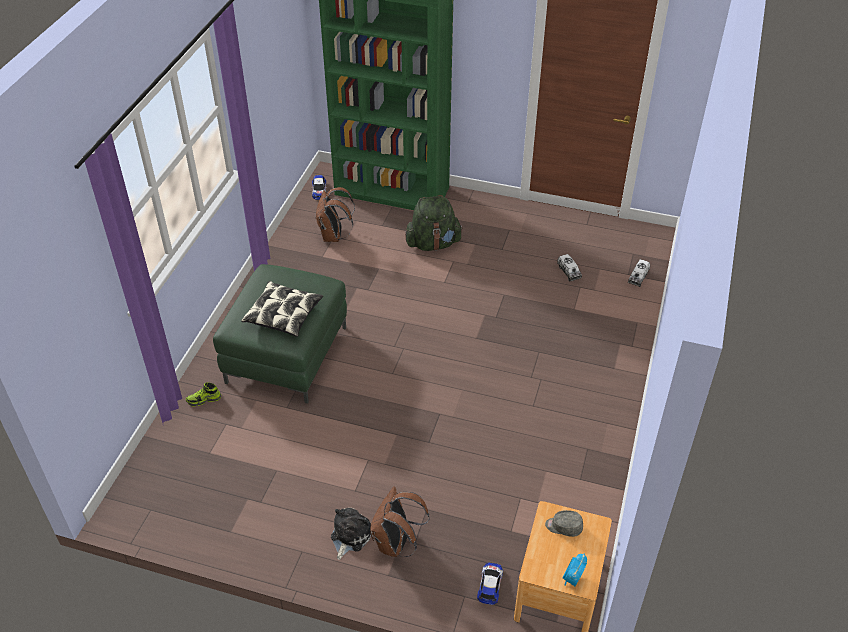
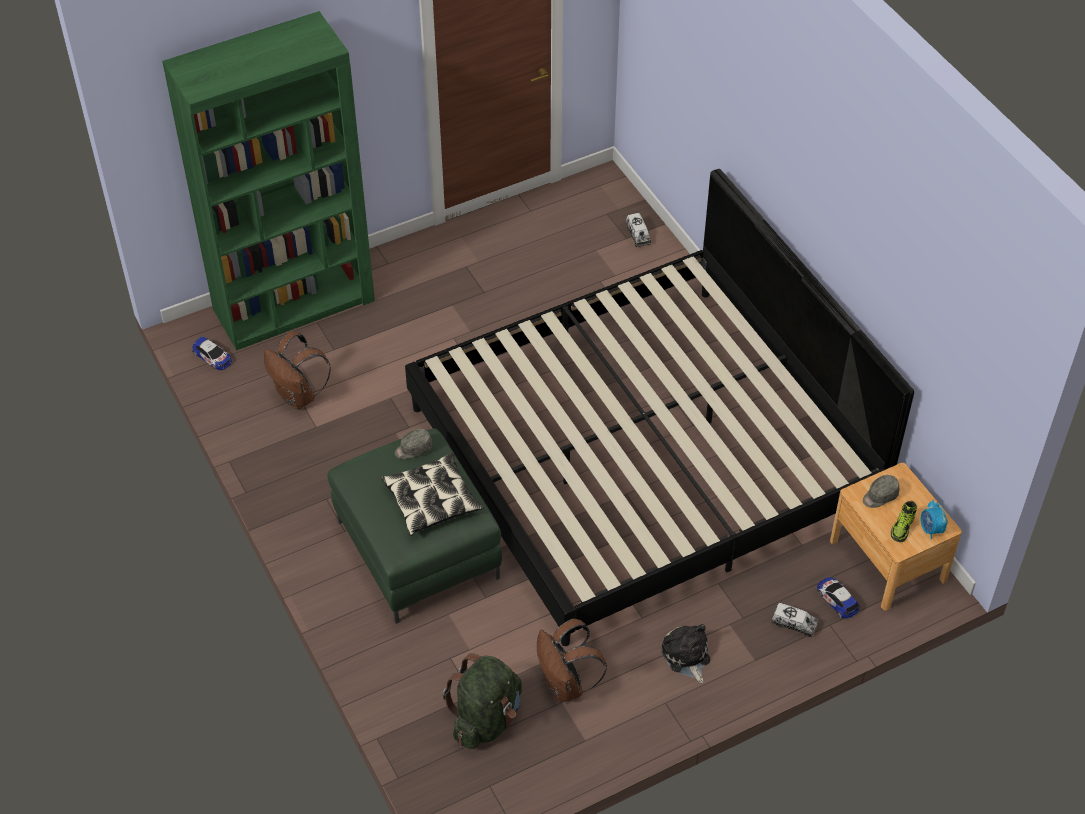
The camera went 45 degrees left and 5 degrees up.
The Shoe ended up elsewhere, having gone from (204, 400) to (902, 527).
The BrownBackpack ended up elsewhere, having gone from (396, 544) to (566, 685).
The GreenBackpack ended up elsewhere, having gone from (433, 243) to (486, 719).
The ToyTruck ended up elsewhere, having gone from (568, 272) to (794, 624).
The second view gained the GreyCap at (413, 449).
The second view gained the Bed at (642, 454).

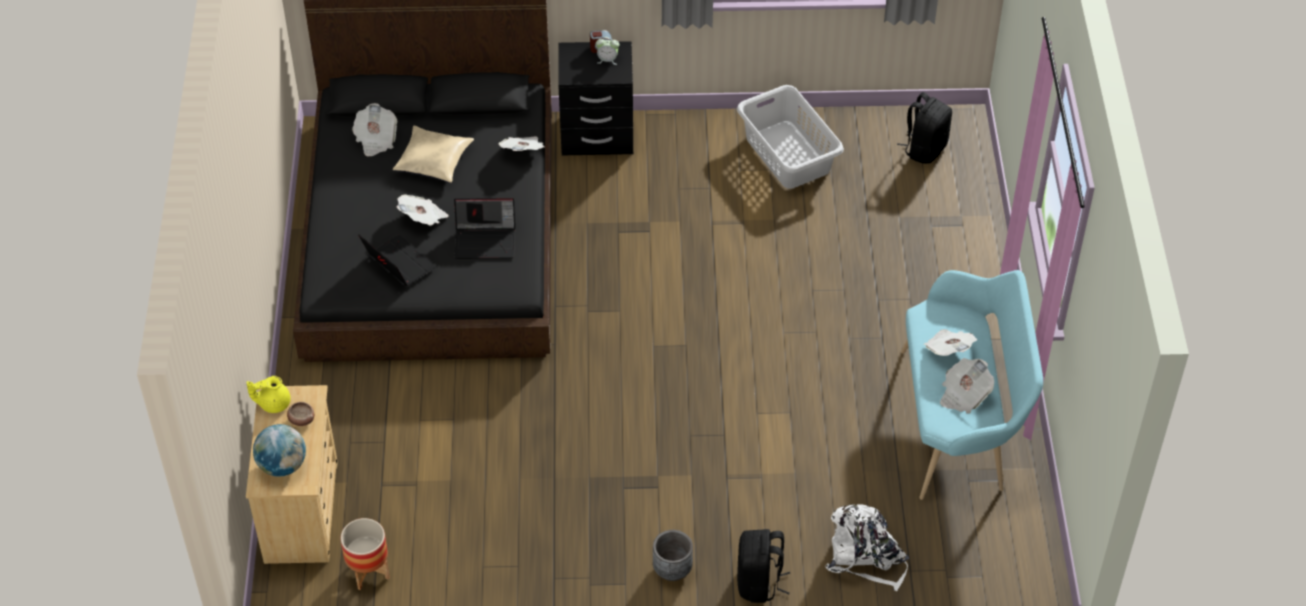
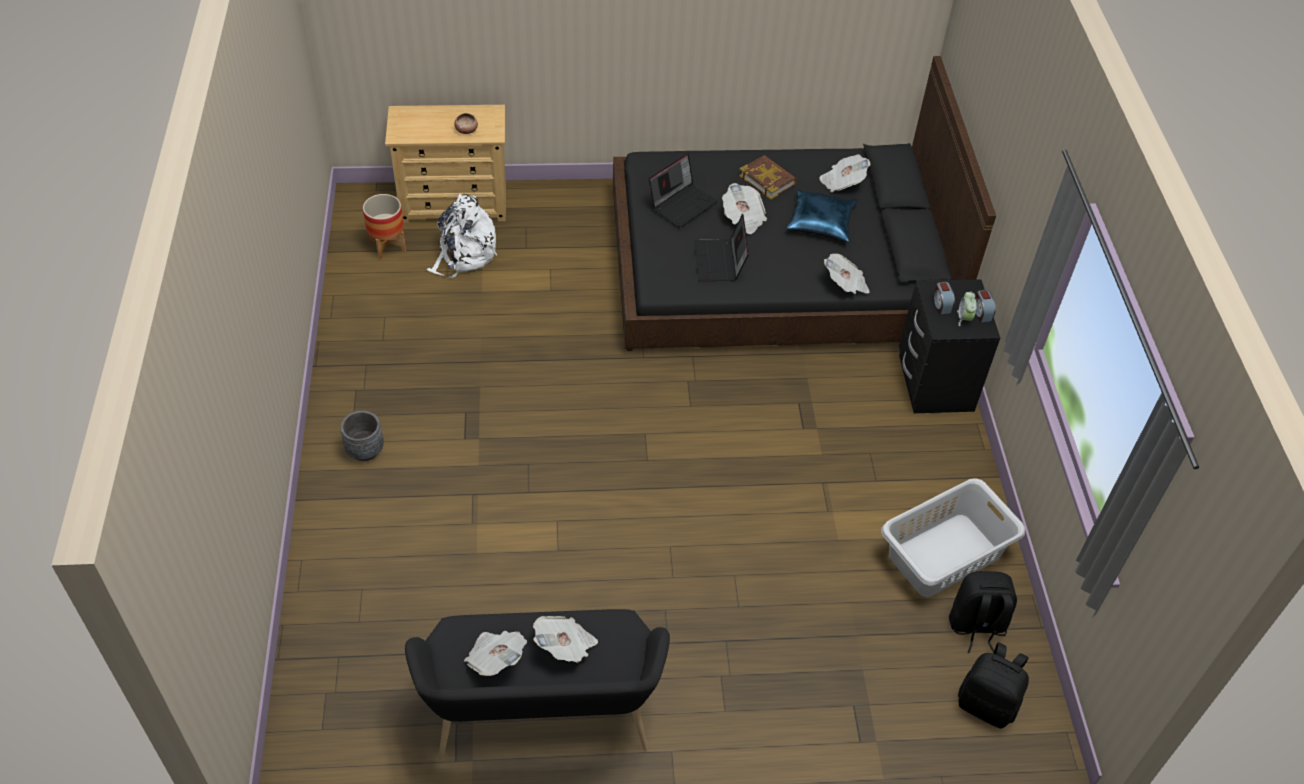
The camera went 85 degrees right and 0 degrees up.
The second view lost the YellowTeapot at (273, 403).
The second view lost the Globe at (282, 466).
What was the BeigePillow at (433, 161) turned into the BluePillow at (821, 221).
The BlackBackpack ended up elsewhere, having gone from (759, 583) to (976, 626).
The WhiteBackpack ended up elsewhere, having gone from (865, 557) to (464, 254).
What was the TurquoiseBench at (960, 422) turned into the BlackBench at (542, 719).
The second view gained the Book at (767, 180).
The second view gained the AlarmClock at (941, 305).

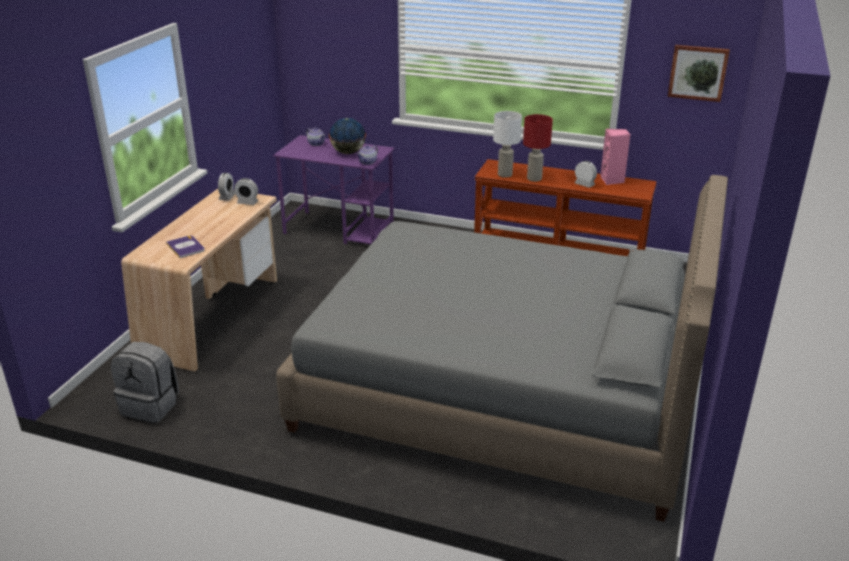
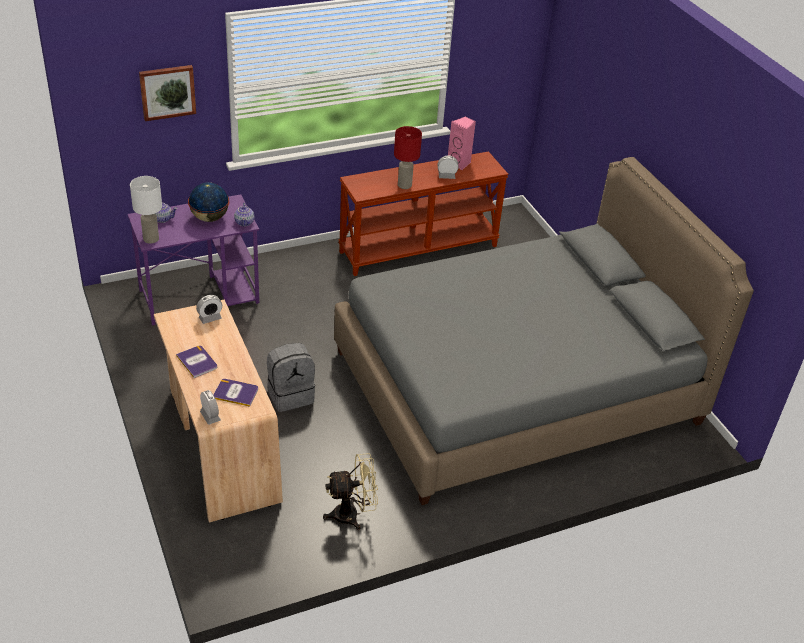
The camera went 45 degrees left and 10 degrees up.
The GreyBackpack ended up elsewhere, having gone from (151, 406) to (290, 395).
The AlarmClock ended up elsewhere, having gone from (227, 197) to (210, 416).
The WhiteTableLamp ended up elsewhere, having gone from (504, 175) to (150, 239).
The Picture ended up elsewhere, having gone from (698, 72) to (167, 92).
The second view gained the Book at (197, 362).
The second view gained the BeigeFan at (352, 514).

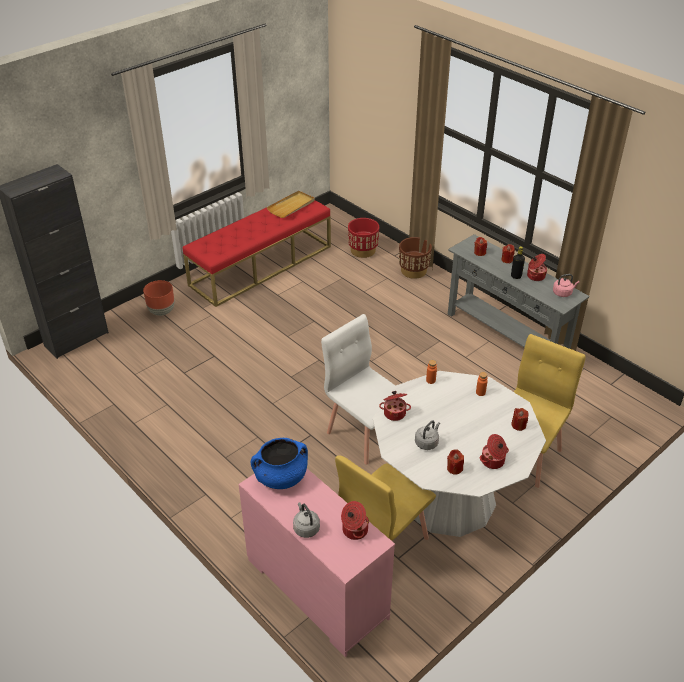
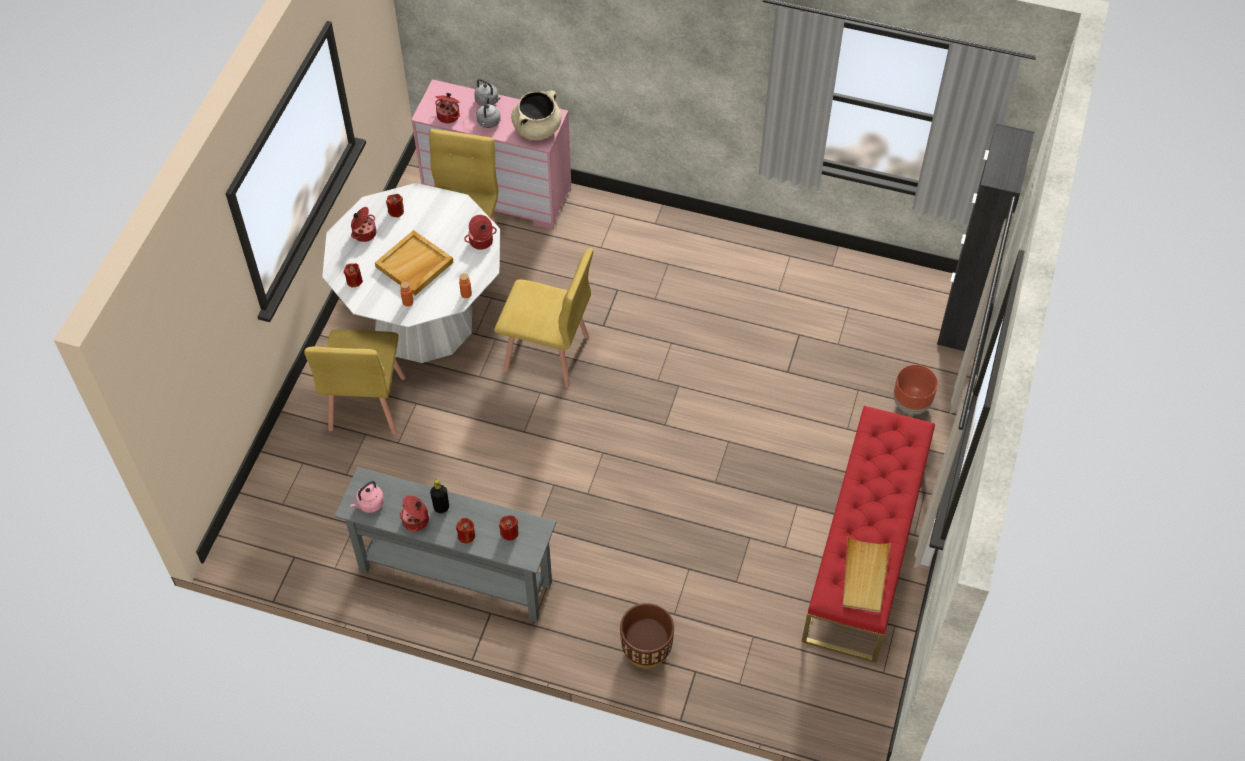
The camera went 150 degrees right and 15 degrees up.
What was the BlueCookingPot at (281, 477) turned into the BeigeCookingPot at (537, 129).
What was the WhiteChair at (366, 433) turned into the YellowChair at (547, 353).
The second view lost the RedPlanter at (363, 251).
The GreyKettle ended up elsewhere, having gone from (427, 442) to (488, 123).
The second view gained the BeigeTray at (414, 265).

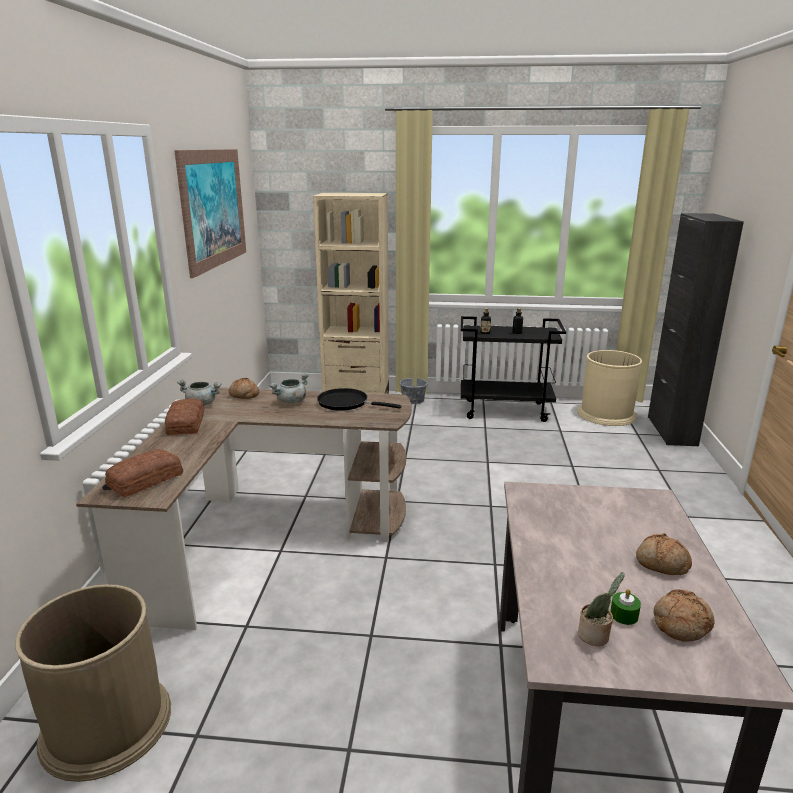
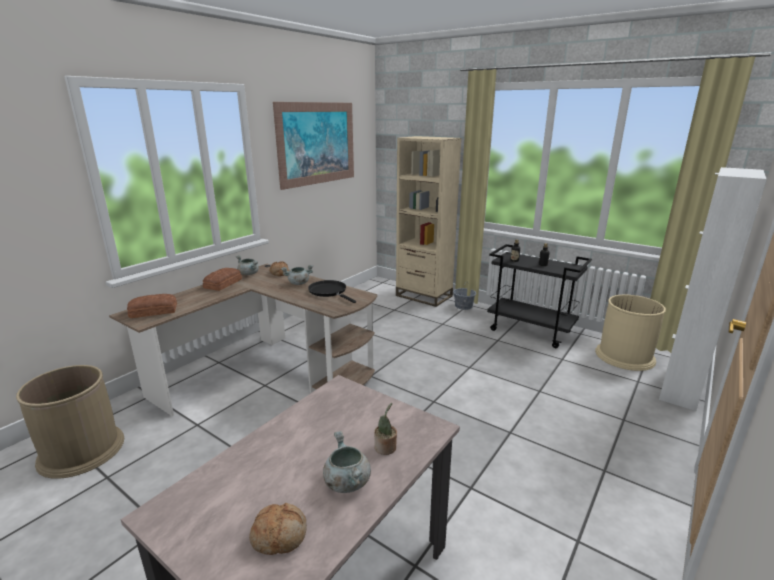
The camera went 30 degrees right and 0 degrees up.
The PottedPlant ended up elsewhere, having gone from (595, 636) to (386, 448).
The second view lost the GreenCandle at (624, 615).
Where the Bread stood at (661, 564), the GreyCookingPot came to stand at (346, 482).
What was the BlackCabinet at (671, 431) turned into the WhiteCabinet at (680, 388).

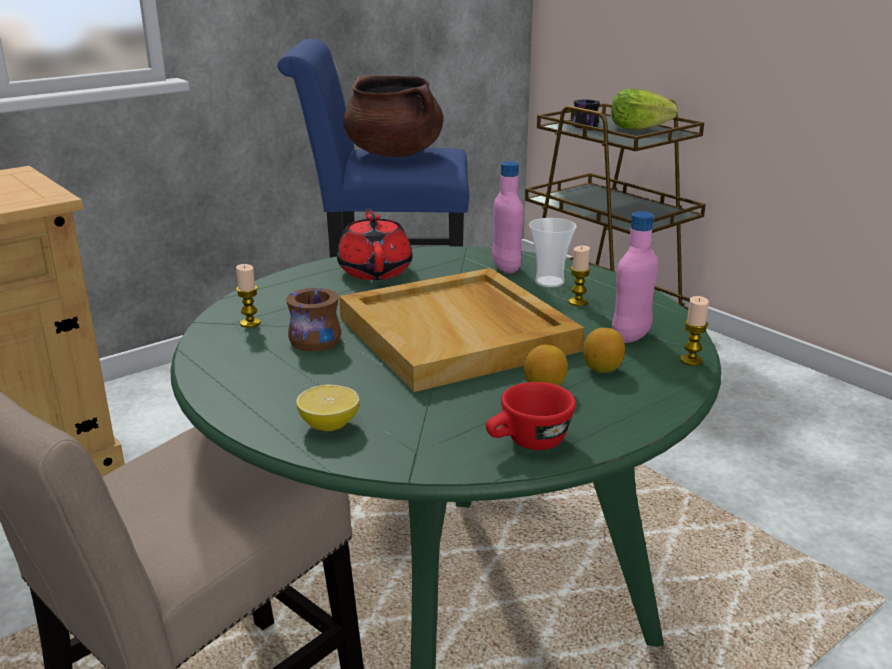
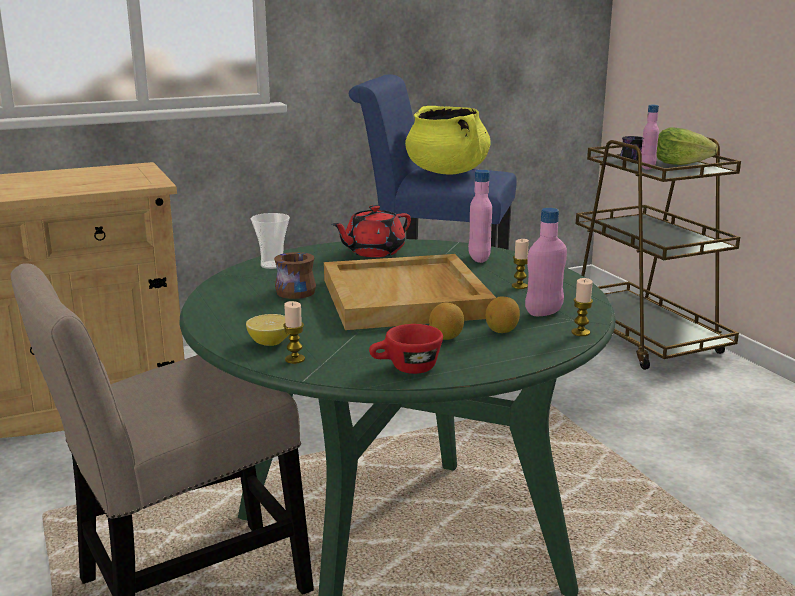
The camera went 15 degrees right and 5 degrees down.
The Candle ended up elsewhere, having gone from (250, 323) to (295, 359).
The RedTeapot at (375, 270) ended up facing another way, 135 degrees counterclockwise from before.
What was the BrownCookingPot at (395, 154) turned into the YellowCookingPot at (447, 172).
The Cup ended up elsewhere, having gone from (549, 282) to (272, 265).
The second view gained the PinkBottle at (647, 167).

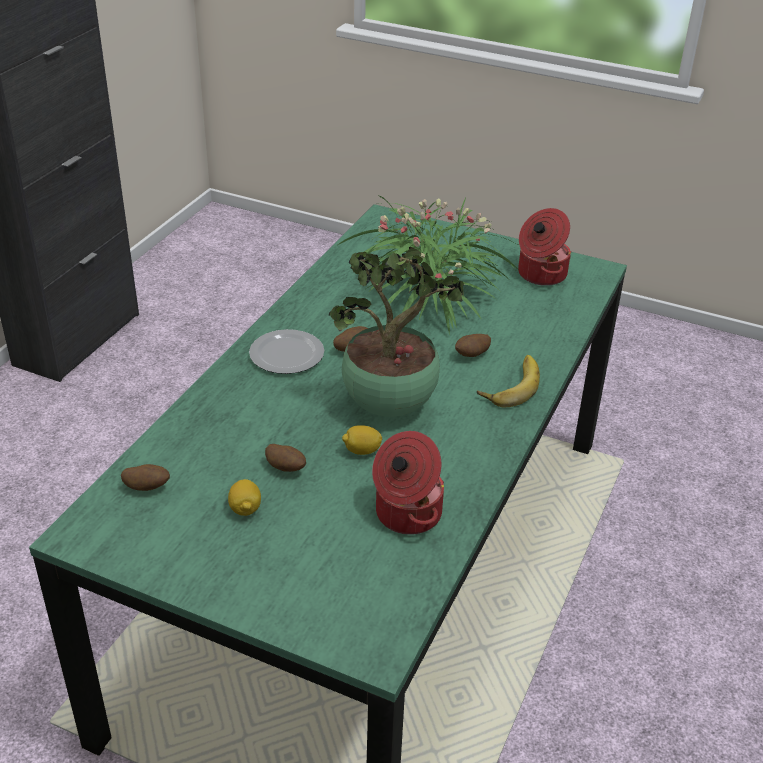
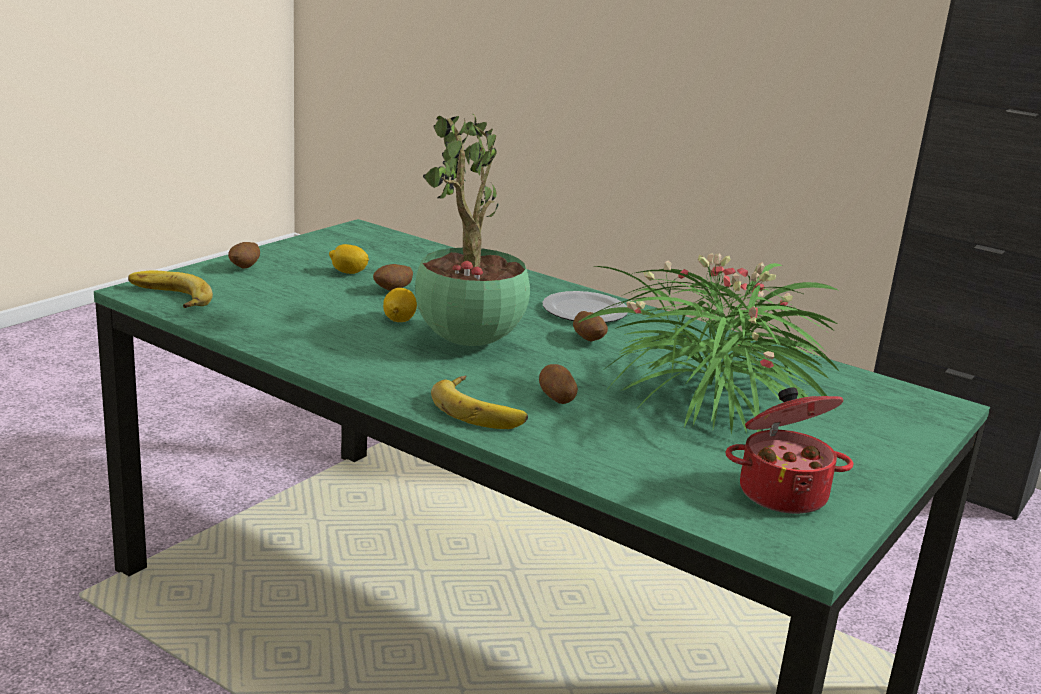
The camera went 100 degrees right and 15 degrees down.
The Potato ended up elsewhere, having gone from (147, 488) to (245, 268).
The second view lost the CookingPot at (406, 514).
The second view gained the Banana at (167, 298).

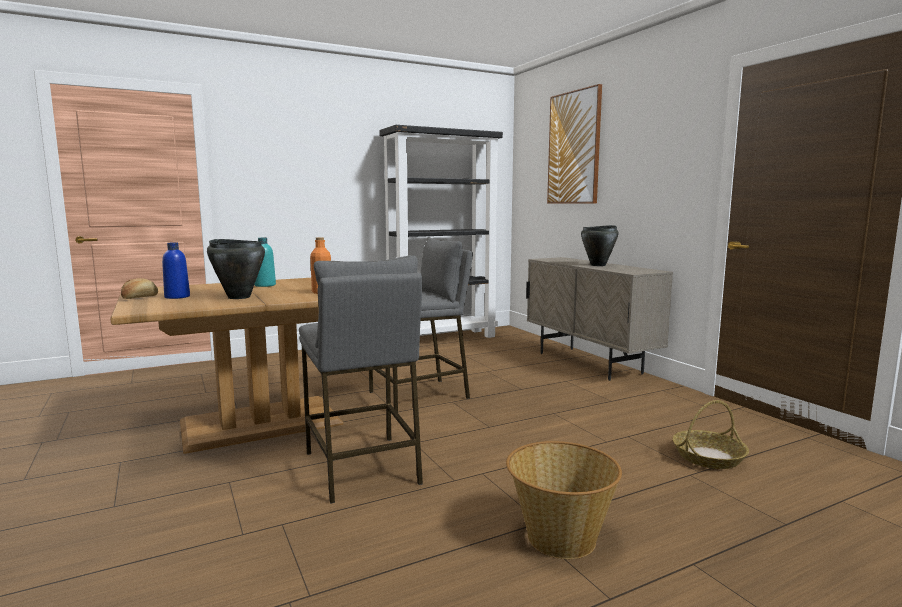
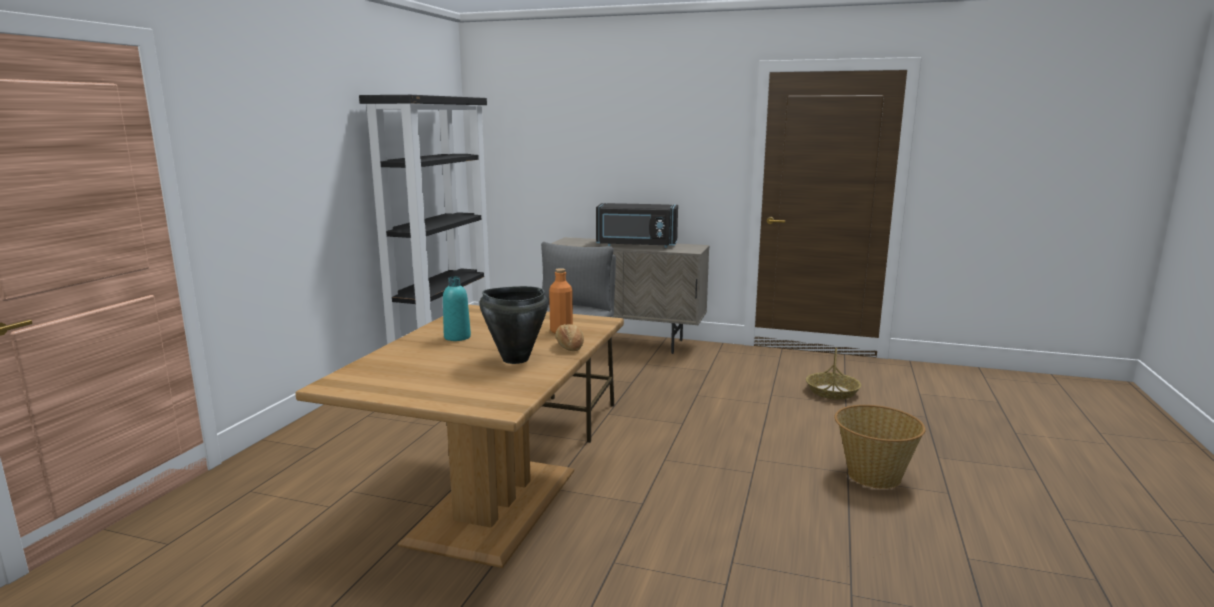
The camera went 45 degrees left and 5 degrees up.
The Bread ended up elsewhere, having gone from (139, 297) to (569, 347).
The second view lost the BlueBottle at (177, 297).
The second view lost the GreyStool at (362, 467).
The second view lost the Picture at (574, 148).
Where the BlackCookingPot stood at (598, 265), the BlackMicrowave came to stand at (636, 245).

